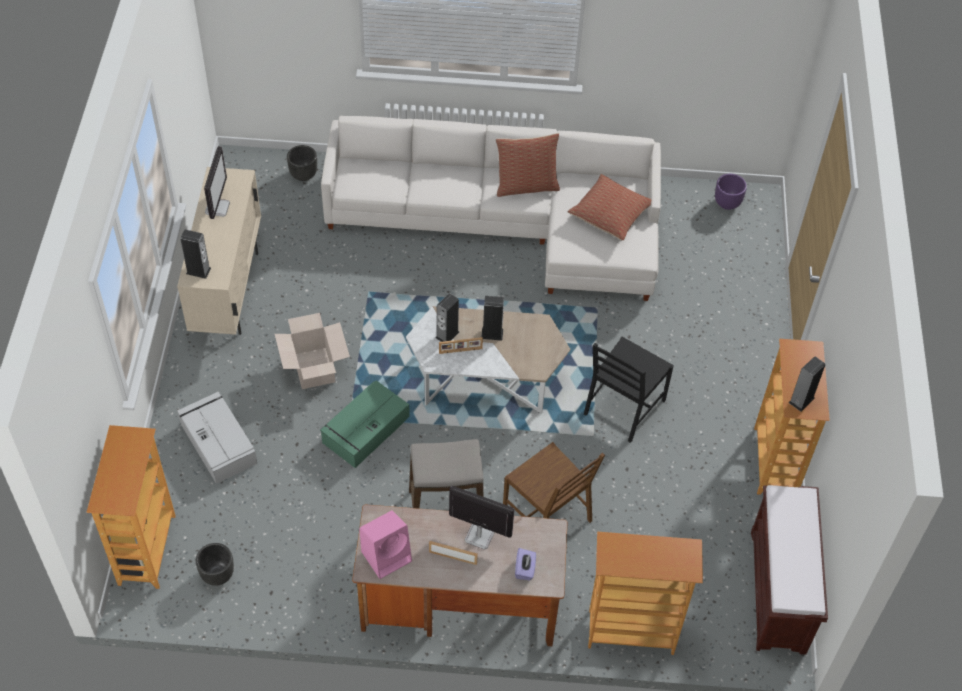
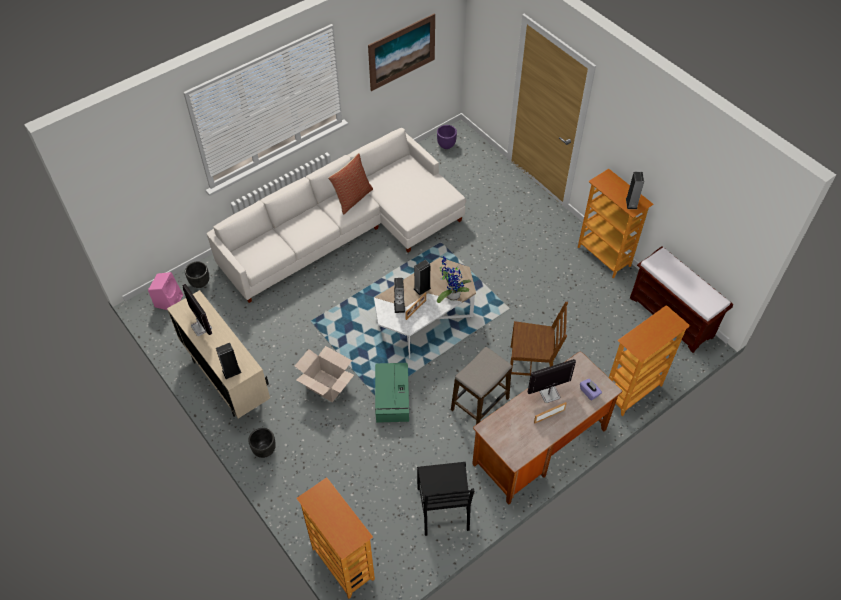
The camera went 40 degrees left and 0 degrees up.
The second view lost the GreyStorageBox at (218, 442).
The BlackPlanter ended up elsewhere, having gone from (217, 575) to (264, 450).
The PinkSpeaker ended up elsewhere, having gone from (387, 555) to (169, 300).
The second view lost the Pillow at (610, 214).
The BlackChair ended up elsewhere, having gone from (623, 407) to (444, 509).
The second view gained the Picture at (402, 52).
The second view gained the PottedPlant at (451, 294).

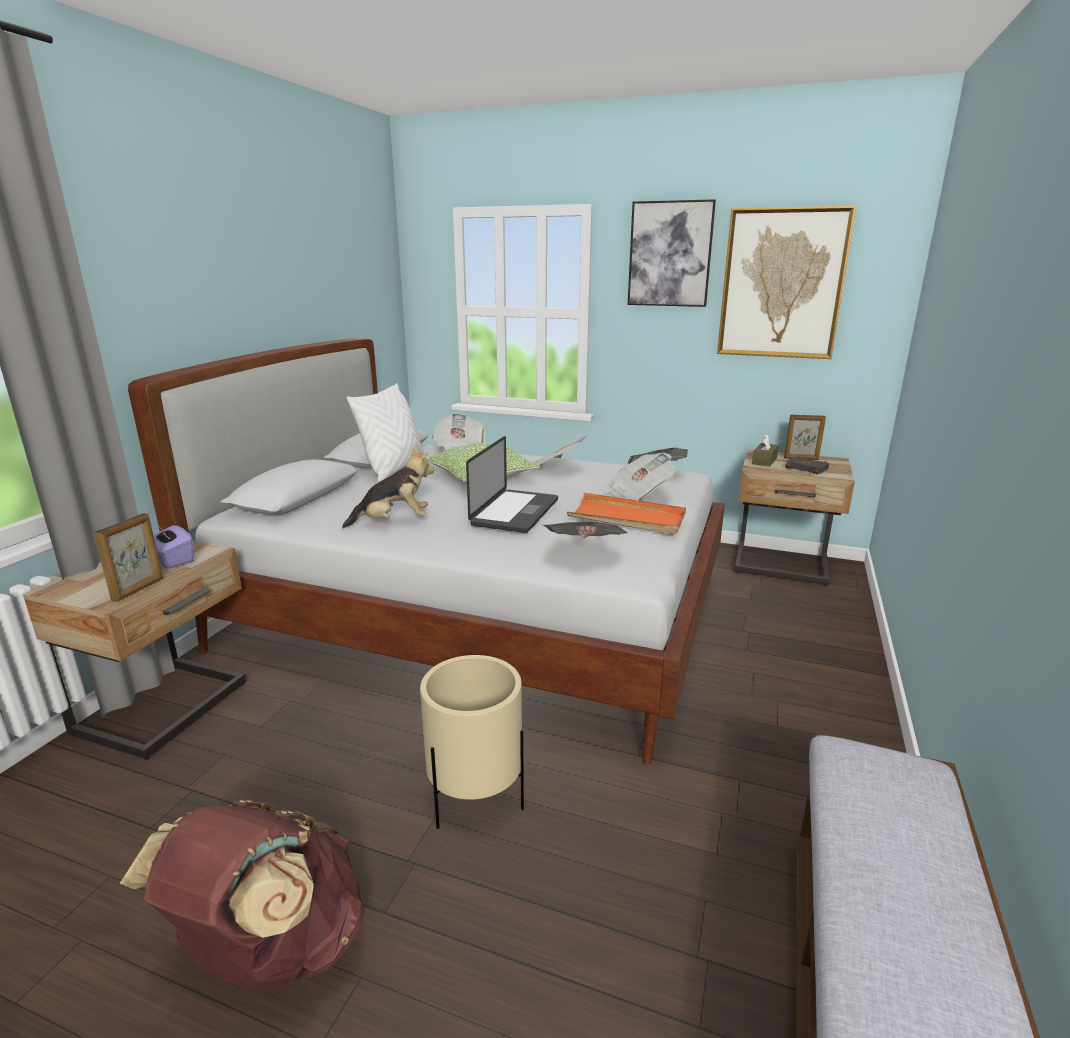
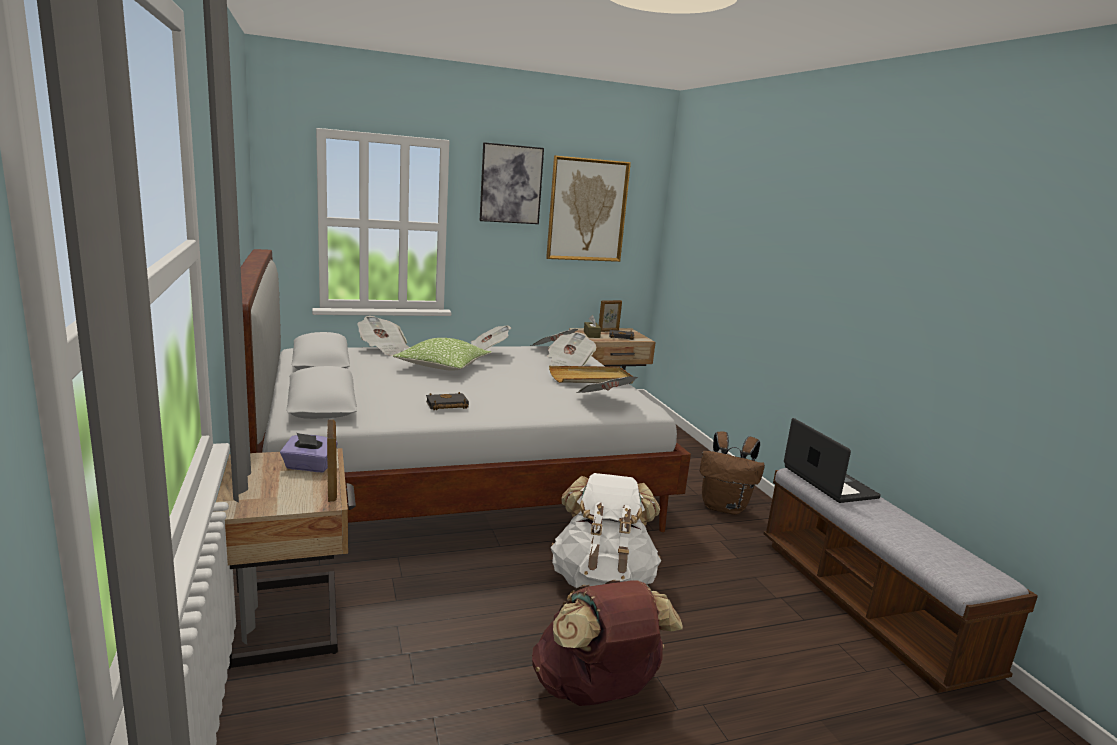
The camera went 40 degrees left and 5 degrees down.
Where the PlushToy stood at (394, 522), the BlackBook came to stand at (446, 405).
The second view lost the WhitePillow at (393, 470).
Where the BeigePlanter stood at (476, 800), the WhiteBackpack came to stand at (602, 582).
The Laptop ended up elsewhere, having gone from (515, 512) to (829, 482).
What was the OrangeTray at (627, 518) turned into the BeigeTray at (591, 378).
The second view gained the BrownBackpack at (725, 507).

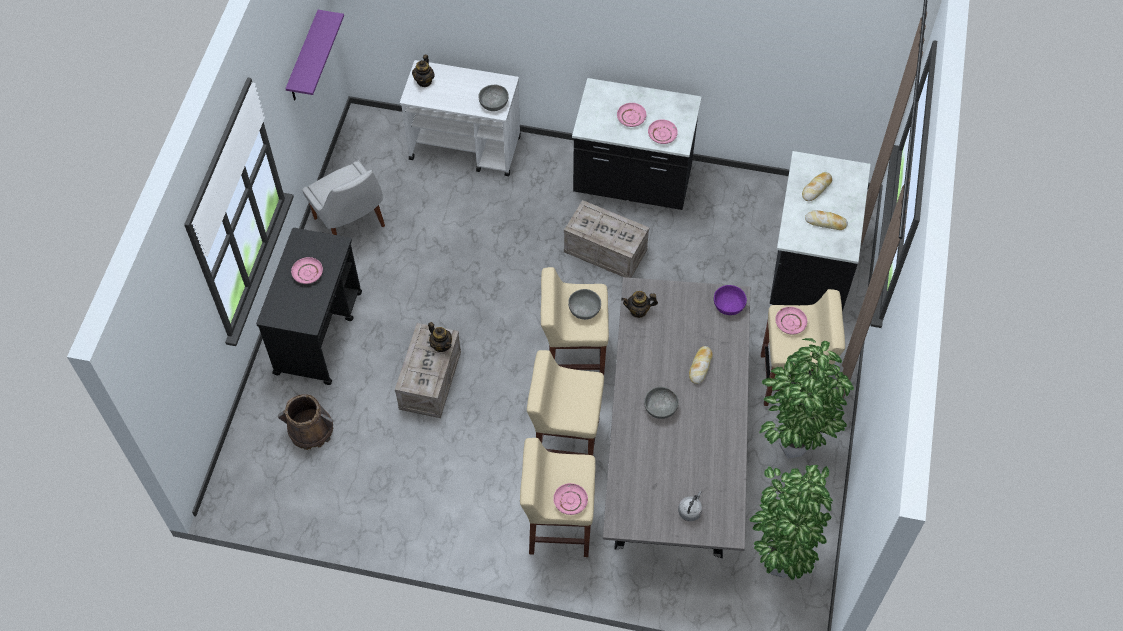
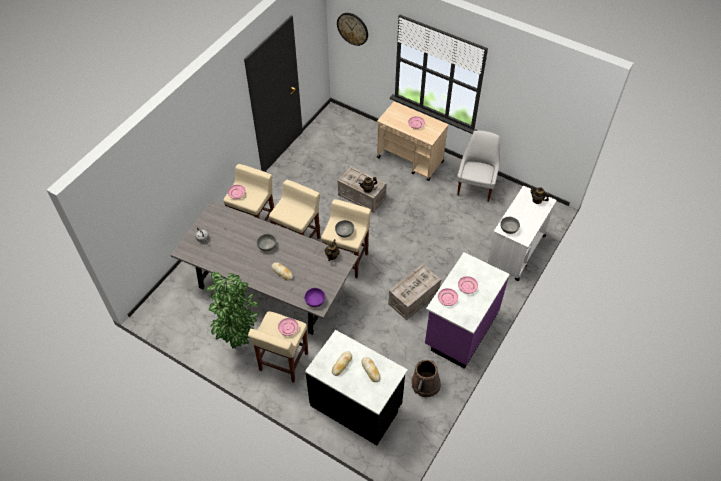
The camera went 110 degrees right and 5 degrees down.
What was the BlackCart at (319, 332) turned into the BeigeCart at (410, 160).
The BrownBucket ended up elsewhere, having gone from (310, 430) to (425, 384).
The second view lost the PurpleShelf at (304, 58).
The WhiteChair at (351, 224) ended up facing another way, 120 degrees clockwise from before.
What was the BlackCounter at (632, 183) turned into the PurpleCounter at (460, 329).
The second view lost the PottedPlant at (777, 563).
The second view gained the WallClock at (352, 28).

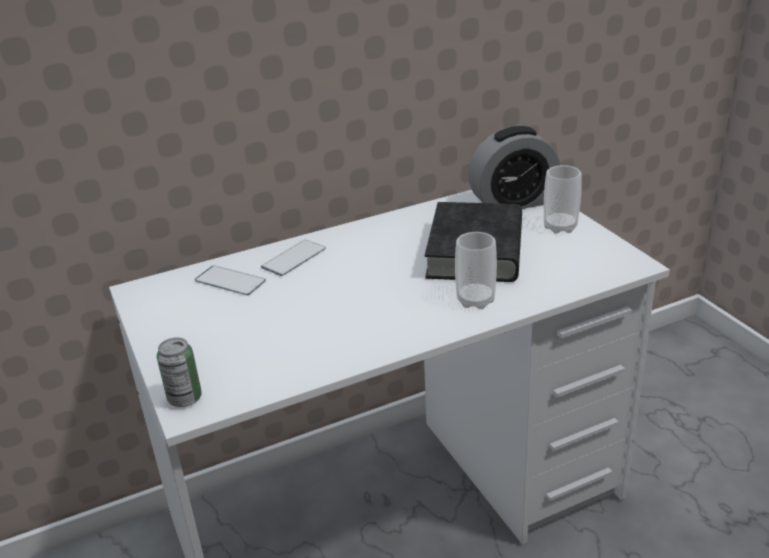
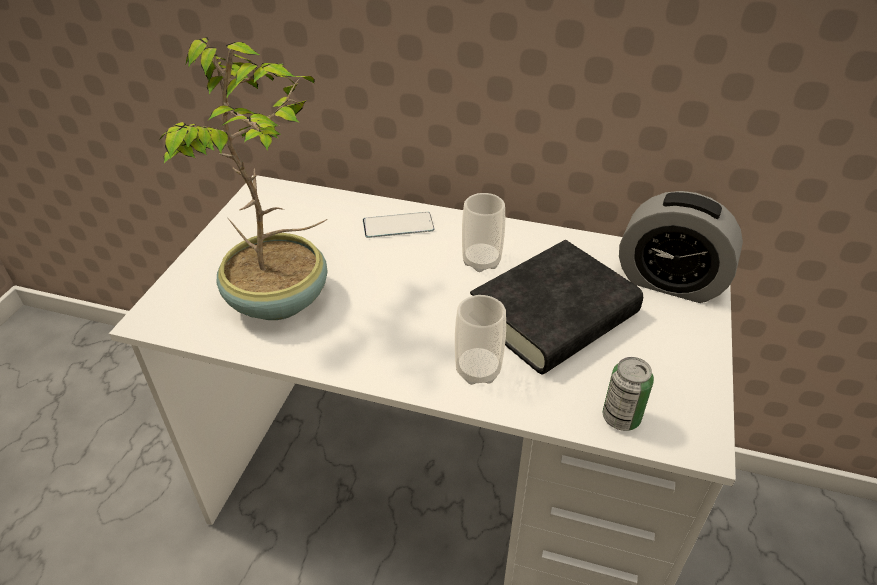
The camera went 40 degrees right and 10 degrees up.
The Can ended up elsewhere, having gone from (185, 398) to (621, 418).
The second view lost the Phone at (230, 281).
The Cup ended up elsewhere, having gone from (560, 227) to (481, 261).
The second view gained the PottedPlant at (281, 300).

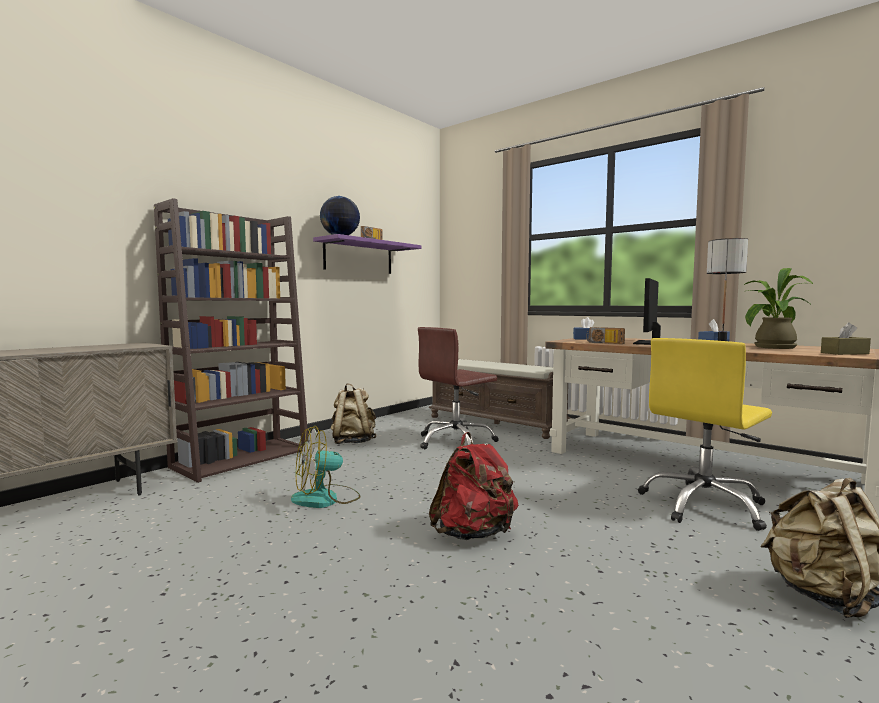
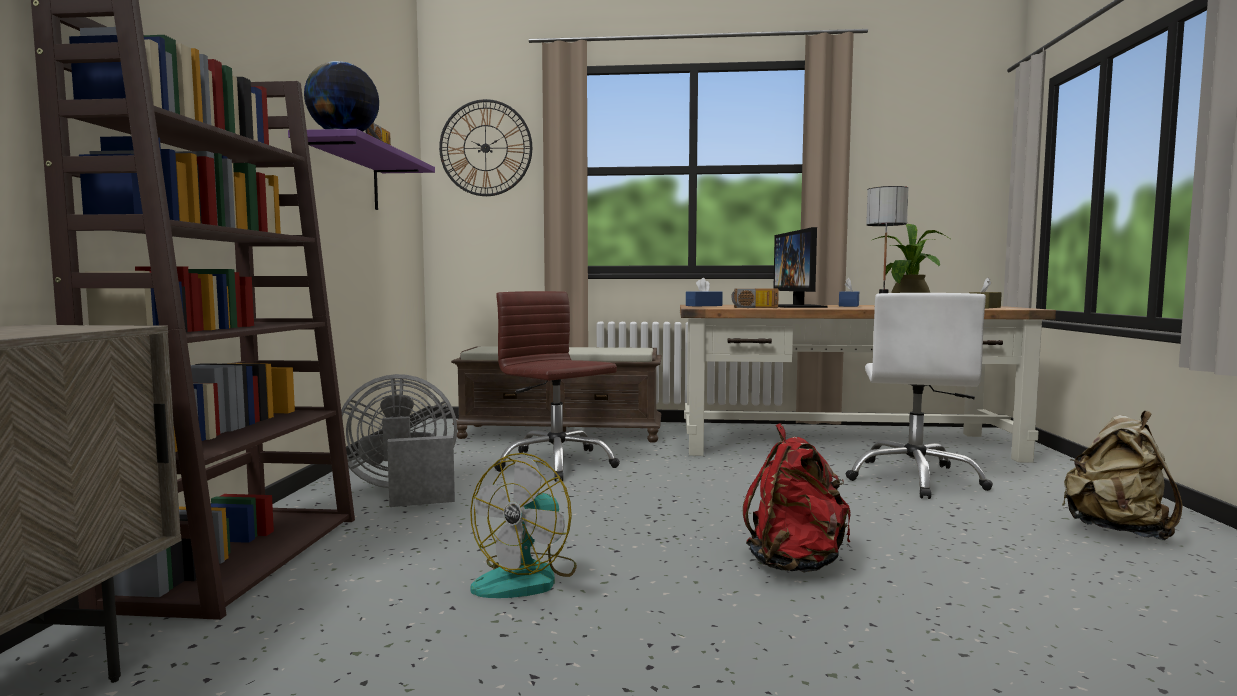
The camera went 35 degrees left and 0 degrees up.
Where the BeigeBackpack stood at (353, 442), the GreyFan came to stand at (403, 491).
The BrownOfficeChair at (456, 441) ended up facing another way, 120 degrees clockwise from before.
What was the YellowOfficeChair at (704, 505) turned into the WhiteOfficeChair at (915, 479).
The second view gained the WallClock at (485, 148).

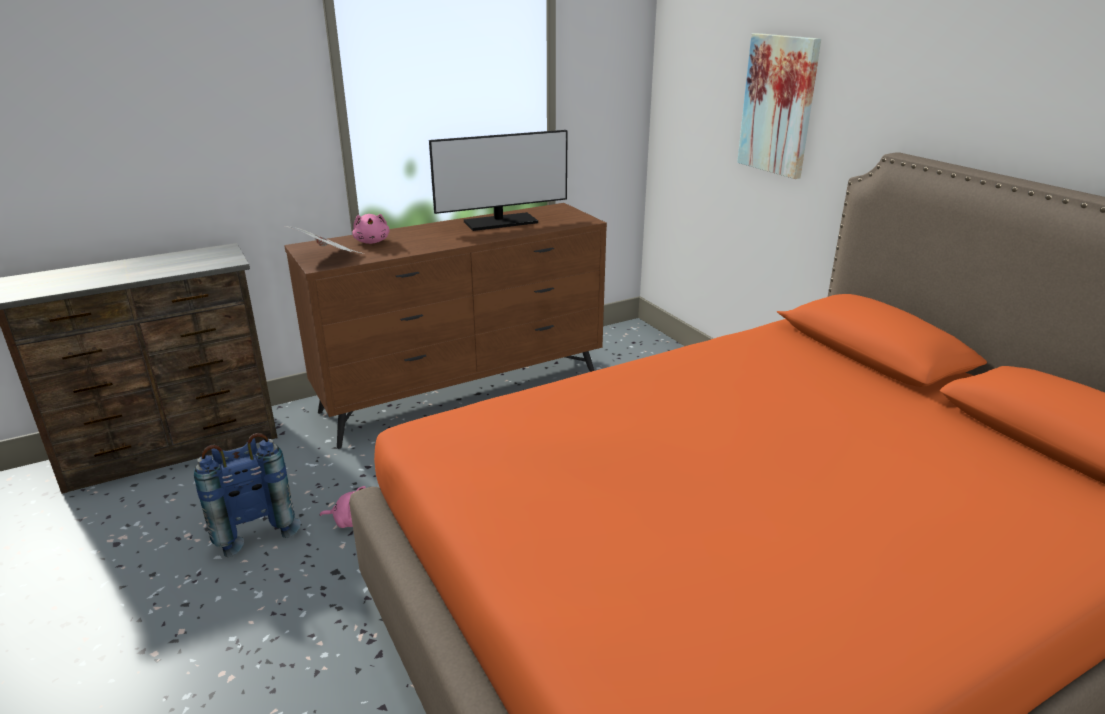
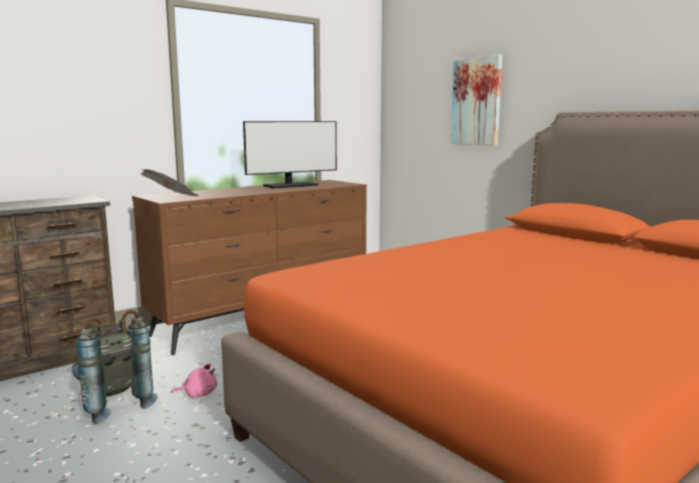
The camera went 10 degrees left and 15 degrees down.
What was the BlueBackpack at (251, 527) turned into the GreyBackpack at (112, 405).
The second view lost the PinkPlushToy at (372, 241).

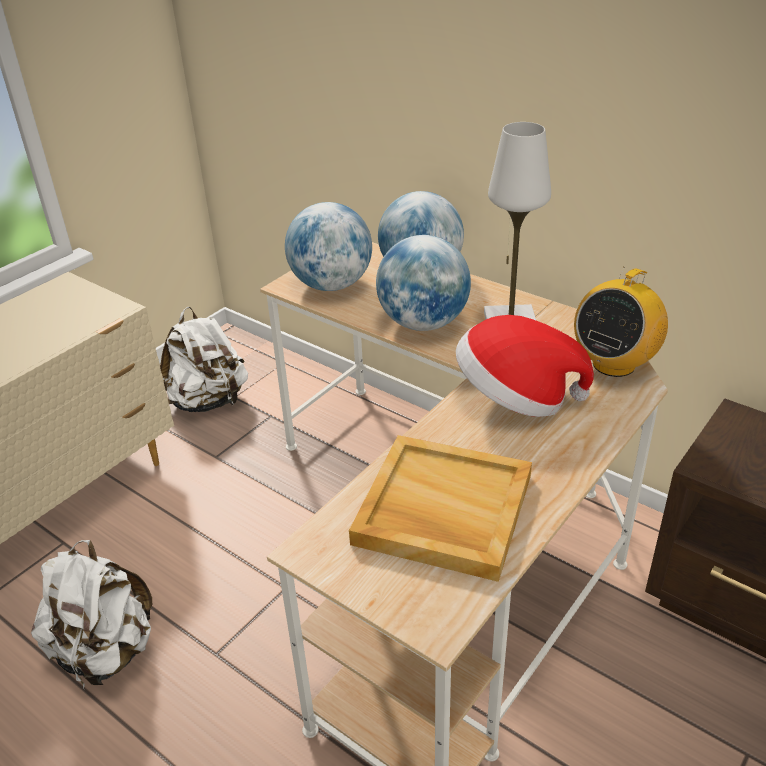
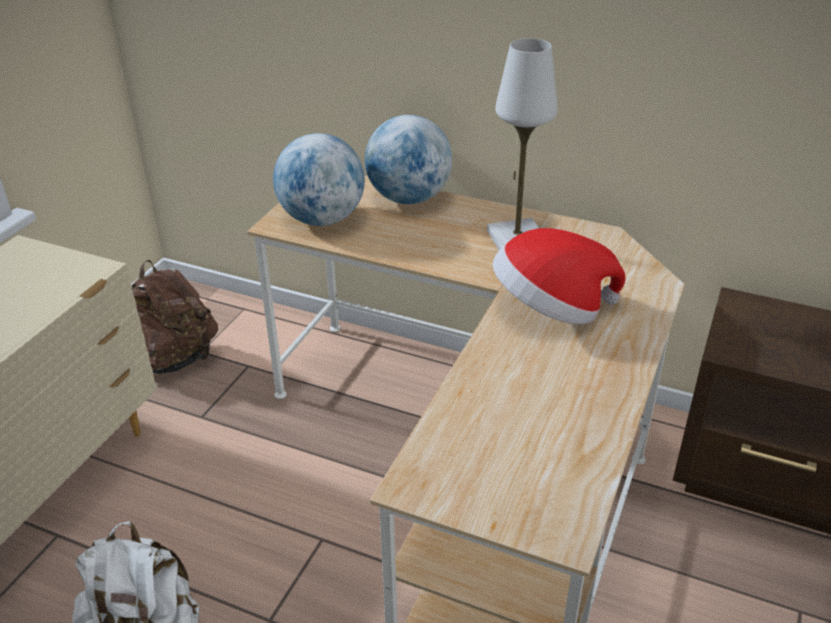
The camera went 15 degrees left and 0 degrees up.
What was the WhiteBackpack at (208, 401) turned into the BrownBackpack at (174, 360).
The second view lost the BeigeTray at (442, 510).
The second view lost the Globe at (423, 323).
The second view lost the Radio at (614, 364).

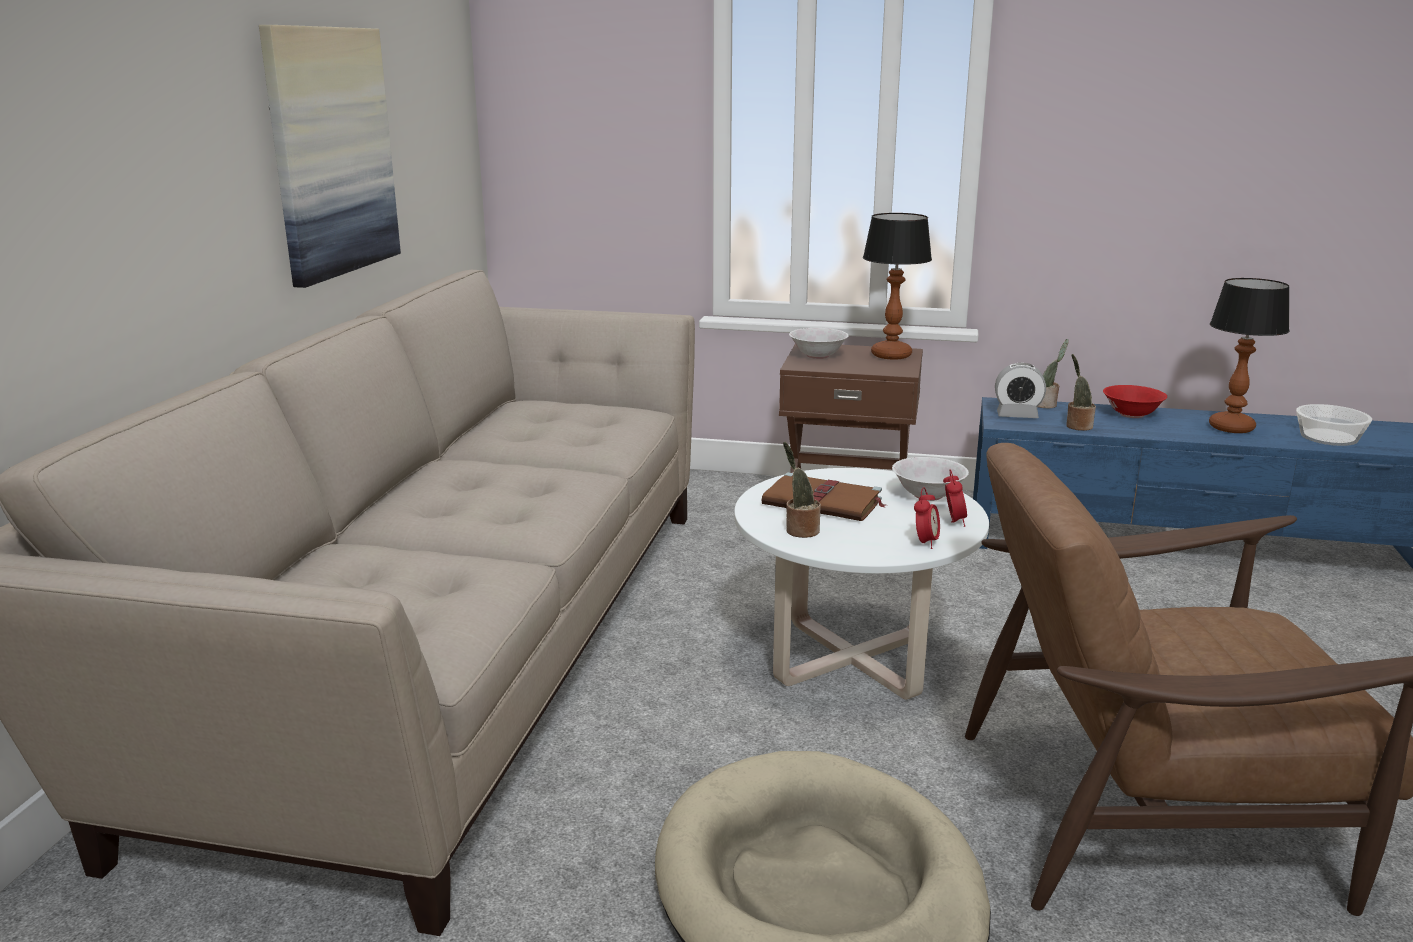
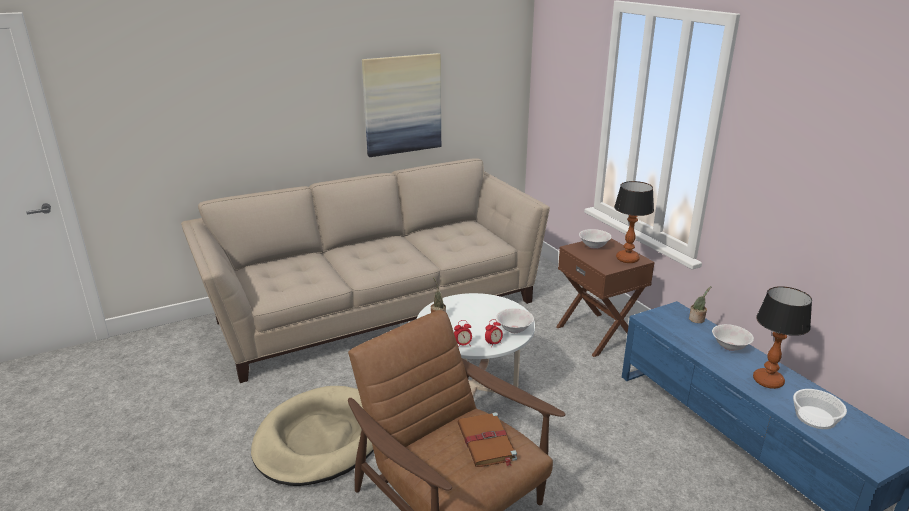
The camera went 50 degrees right and 5 degrees up.
The BrownBook ended up elsewhere, having gone from (824, 503) to (486, 442).
The second view lost the AlarmClock at (1017, 415).
The second view lost the PottedPlant at (1077, 426).
What was the RedBowl at (1132, 414) turned into the WhiteBowl at (730, 346).

